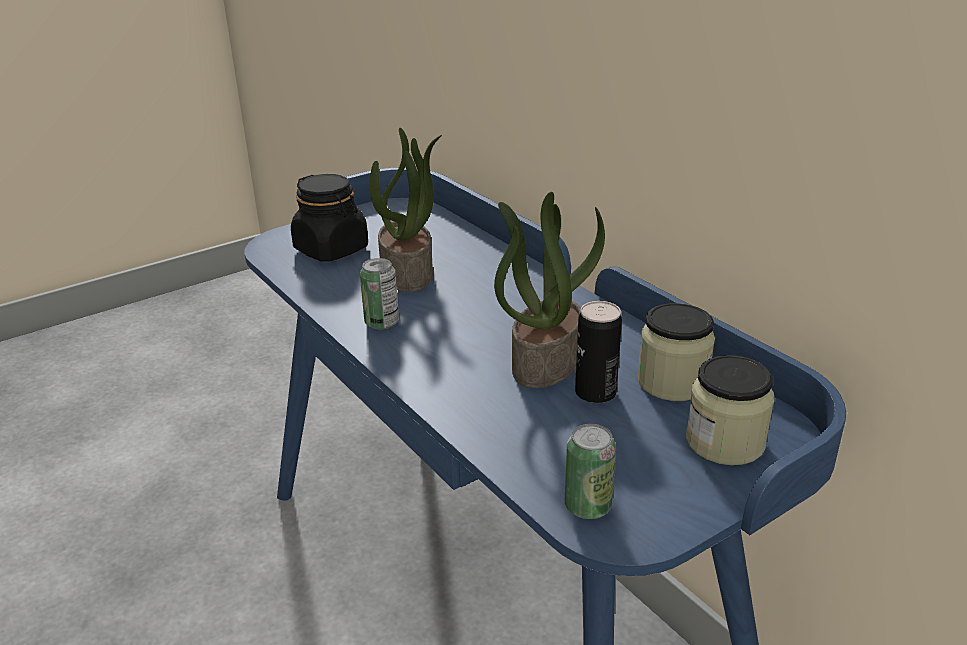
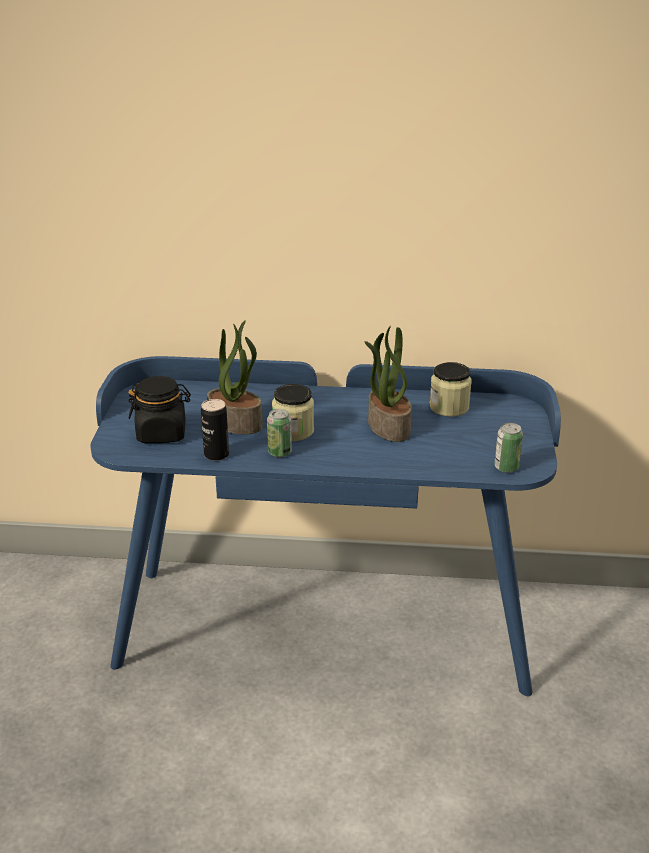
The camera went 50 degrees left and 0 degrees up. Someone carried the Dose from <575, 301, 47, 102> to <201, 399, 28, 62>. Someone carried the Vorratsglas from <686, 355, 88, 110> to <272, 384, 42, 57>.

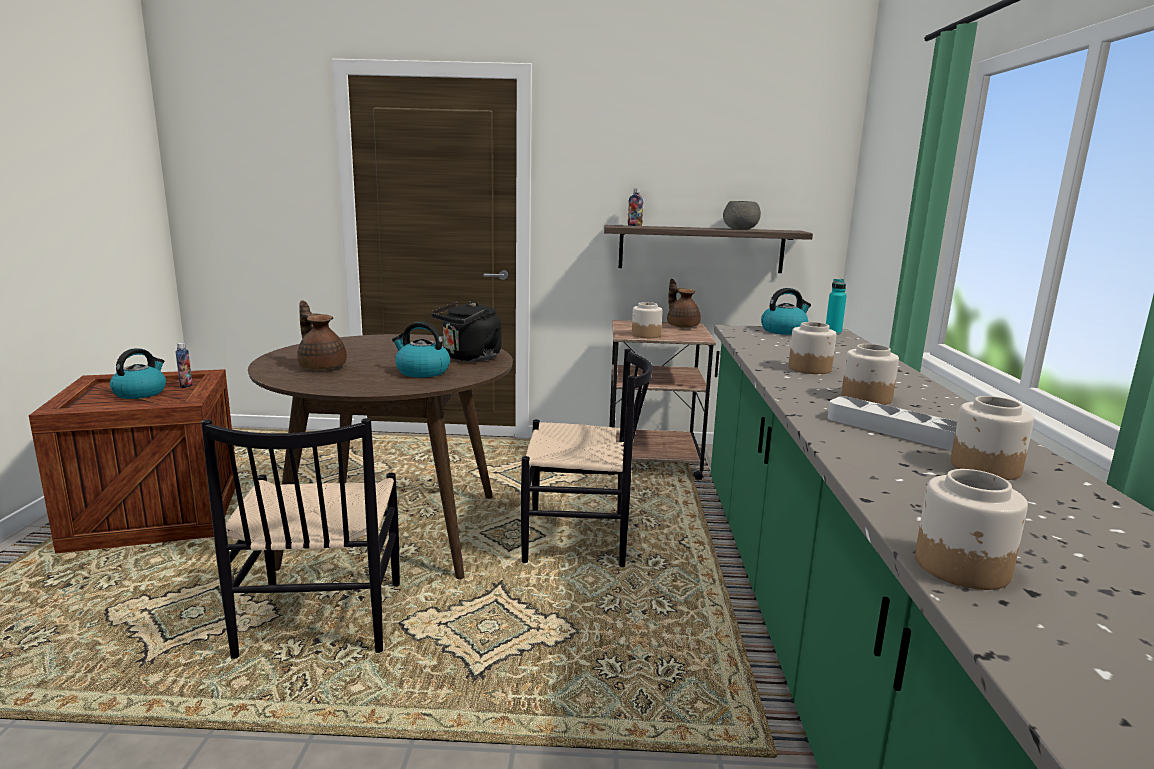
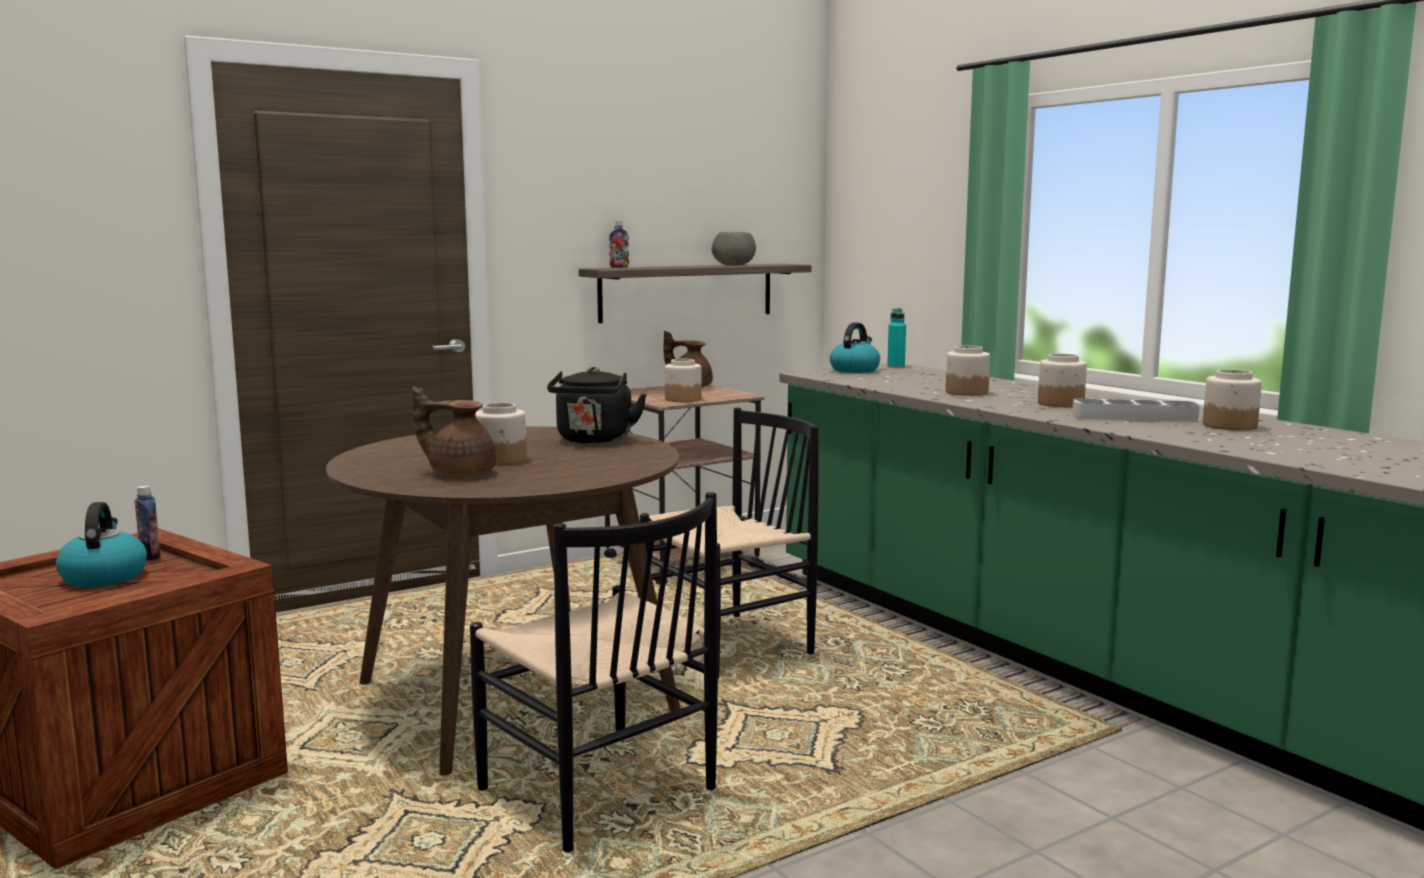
The camera went 35 degrees left and 5 degrees down. Someone took away the Wasserkessel at <392, 321, 58, 57>. Someone carried the Vorratsglas from <915, 469, 113, 121> to <475, 403, 52, 62>.

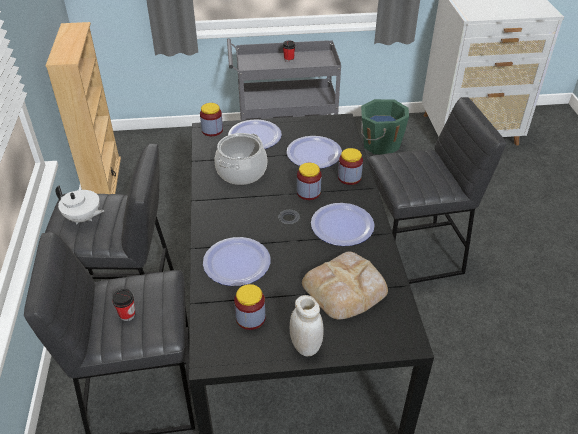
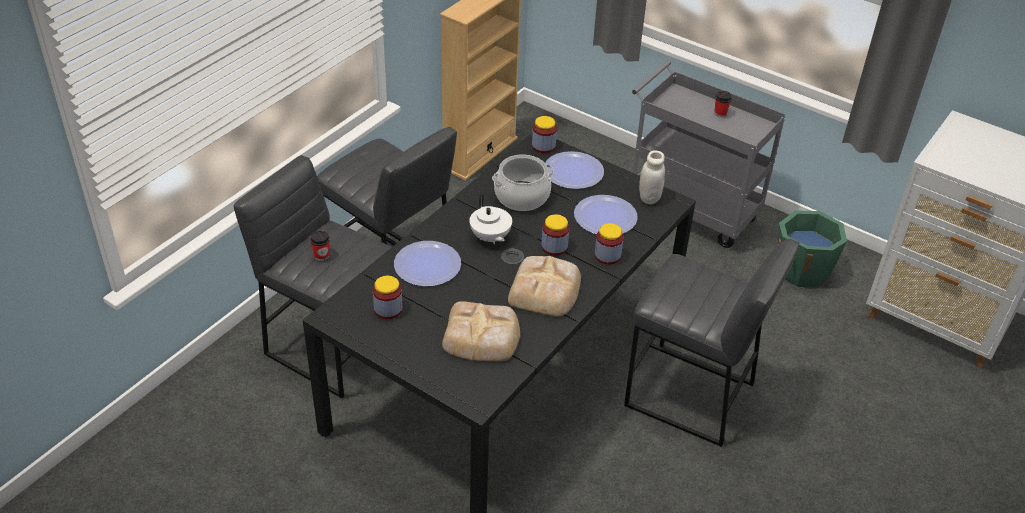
The camera went 40 degrees right and 0 degrees up. Someone carried the Teekanne [weiß] from <55, 185, 49, 39> to <469, 195, 43, 49>. Someone swapped the Teller at <311, 203, 64, 43> for the Brot at <508, 256, 73, 60>. Someone carried the Vorratsglas [weiß] from <290, 295, 34, 61> to <639, 150, 26, 54>.

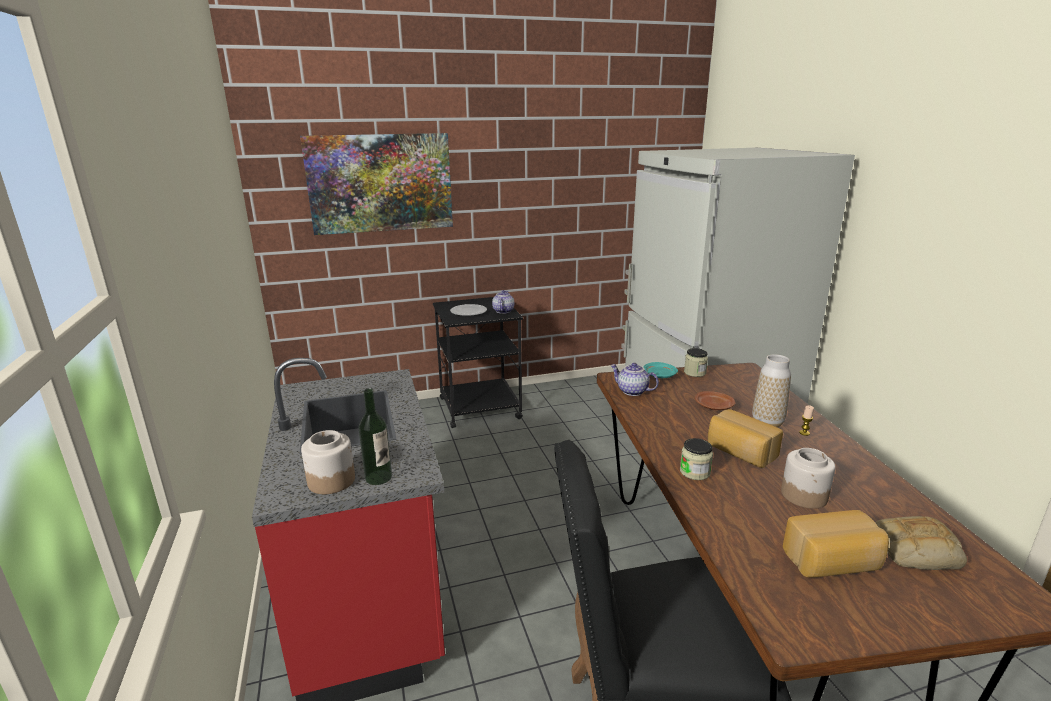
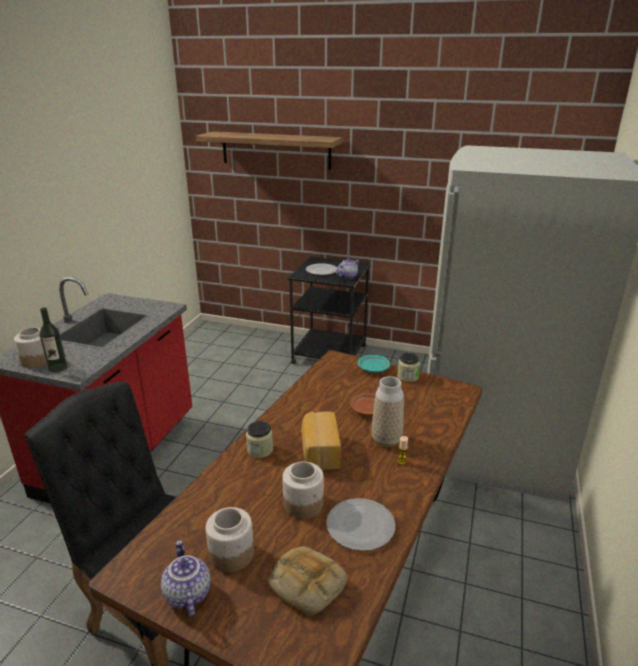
The camera went 35 degrees right and 5 degrees up. Someone swapped the Bild at <300, 133, 153, 102> for the Wandregal at <196, 131, 147, 39>. Someone carried the Teekanne from <610, 363, 49, 33> to <161, 540, 50, 77>. Someone swapped the Brot at <783, 510, 106, 68> for the Vorratsglas at <206, 507, 48, 65>. Someone put down the Teller at <326, 498, 69, 53>.

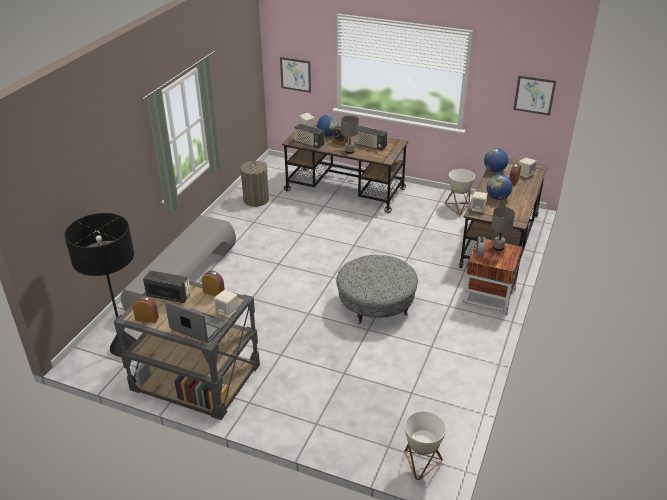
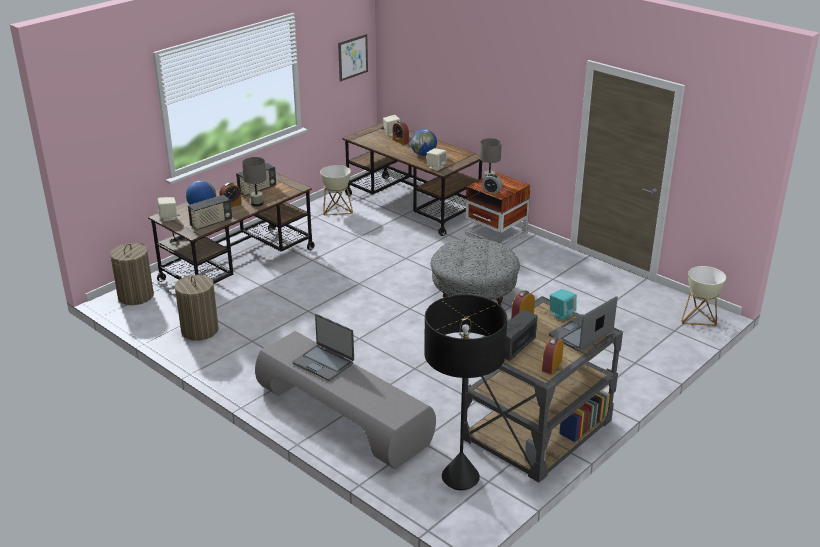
The camera went 70 degrees left and 5 degrees down. Someone took away the Bild at <280, 57, 31, 36>. Someone took away the Globus at <484, 148, 24, 24>. Someone repainted the Lautsprecher [beige] at <214, 290, 24, 28>, which became the Lautsprecher [türkis] at <550, 289, 27, 31>. Someone put down the Wäschekorb at <110, 243, 44, 62>. Someone put down the Laptop at <293, 314, 61, 67>.

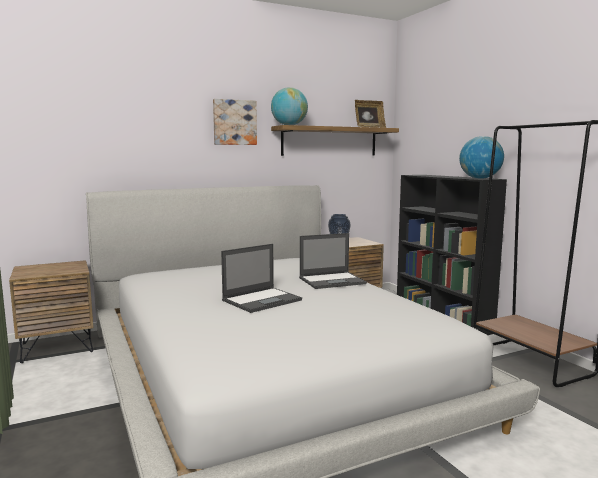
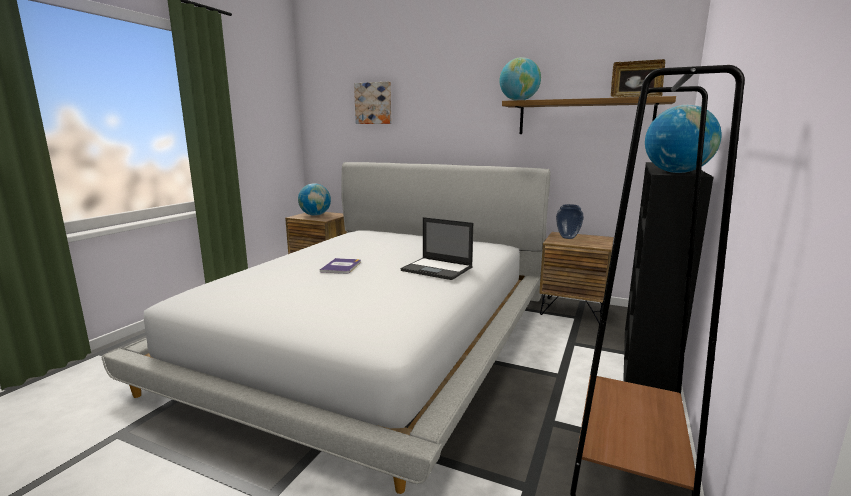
The camera went 50 degrees right and 5 degrees up. Someone carried the Bild from <213, 99, 44, 46> to <354, 82, 37, 42>. Someone swapped the Laptop at <221, 244, 81, 69> for the Buch at <320, 258, 41, 16>. Someone put down the Globus at <298, 183, 33, 33>.

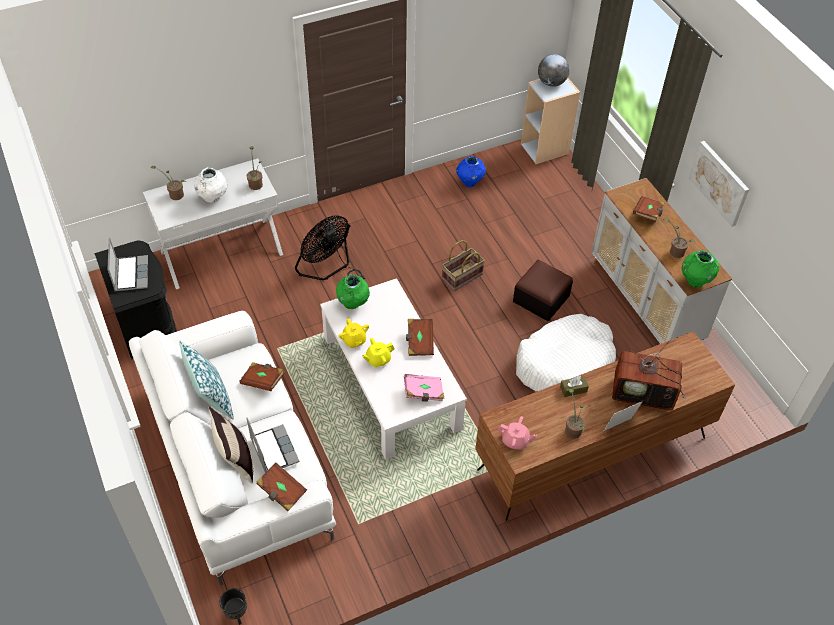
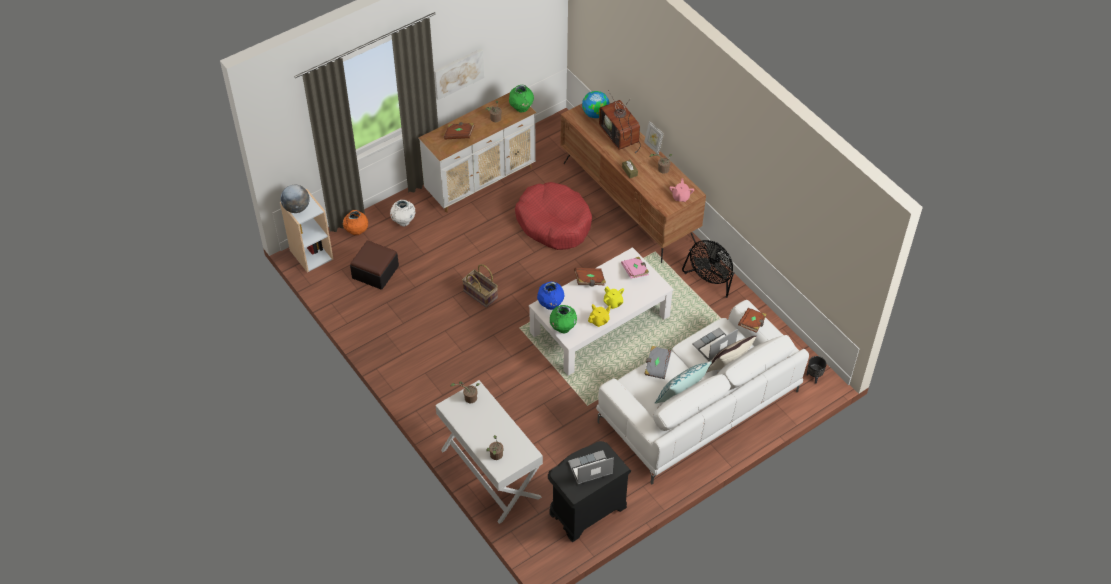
The camera went 100 degrees left and 0 degrees up. Someone carried the Vase [blau] from <456, 156, 30, 31> to <537, 282, 28, 28>. Someone carried the Vase [weiß] from <194, 167, 33, 36> to <390, 200, 25, 26>. Someone carried the Ventilator [schwarz] from <295, 215, 70, 65> to <682, 240, 53, 58>. Someone carried the Polsterhocker from <513, 260, 60, 61> to <350, 240, 49, 50>. Someone repainted the Hundebett [weiß] at <516, 314, 100, 78>, which became the Hundebett [rot] at <515, 182, 77, 68>. Someone rotated the Fernseher at <612, 340, 74, 70> by 150 degrees clockwise. Someone repainted the Buch [braun] at <239, 362, 46, 29>, which became the Buch [grau] at <645, 346, 27, 33>. Someone put down the Globus at <582, 91, 28, 27>. Someone put down the Vase [orange] at <343, 210, 25, 26>.

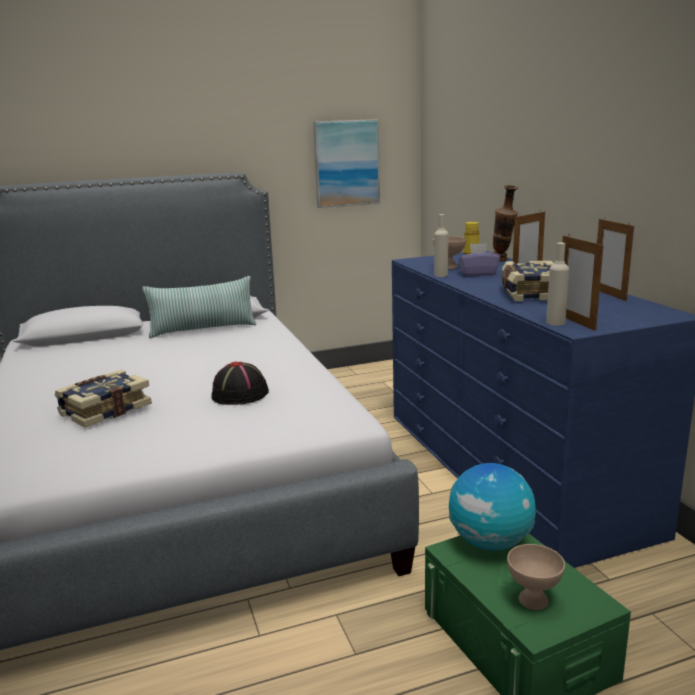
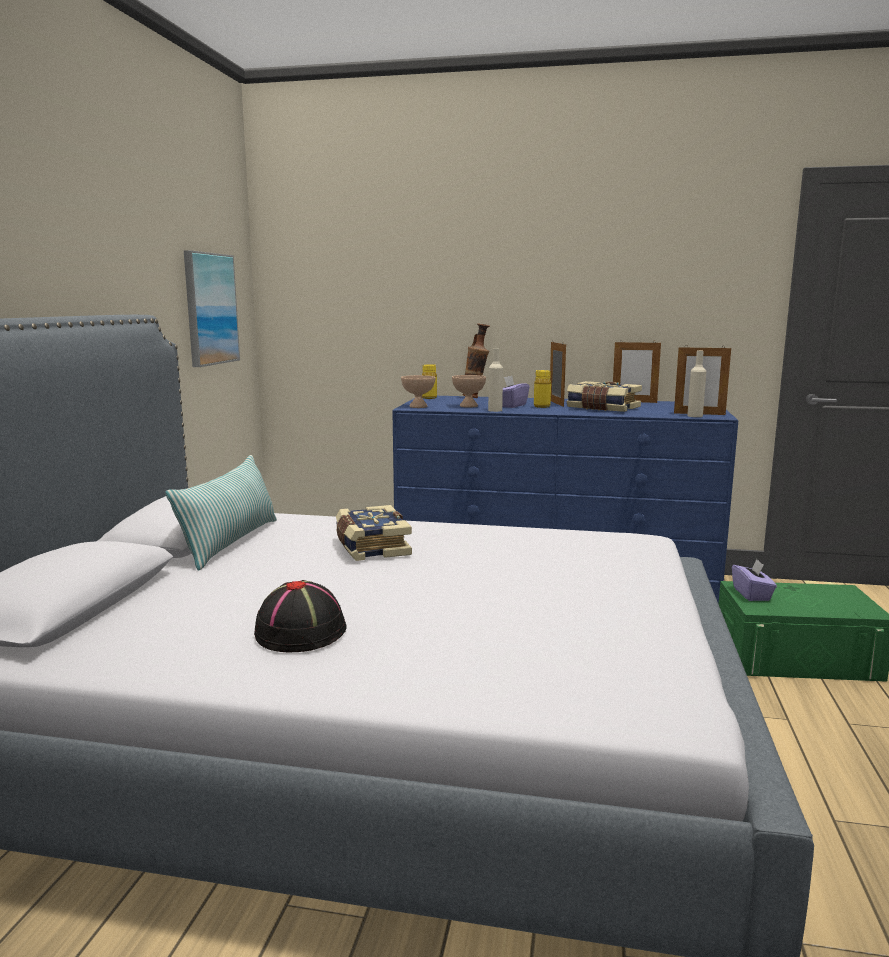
The camera went 60 degrees left and 5 degrees down. Someone carried the Hut [schwarz] from <211, 362, 58, 43> to <254, 580, 92, 73>. Someone carried the Buch from <55, 370, 97, 58> to <336, 505, 76, 56>. Someone swapped the Globus at <449, 463, 87, 88> for the Taschentuchbox [lila] at <732, 559, 45, 42>. Someone carried the Schüssel [beige] from <507, 544, 58, 66> to <401, 375, 34, 33>. Someone put down the Flasche [gelb] at <534, 370, 17, 38>.

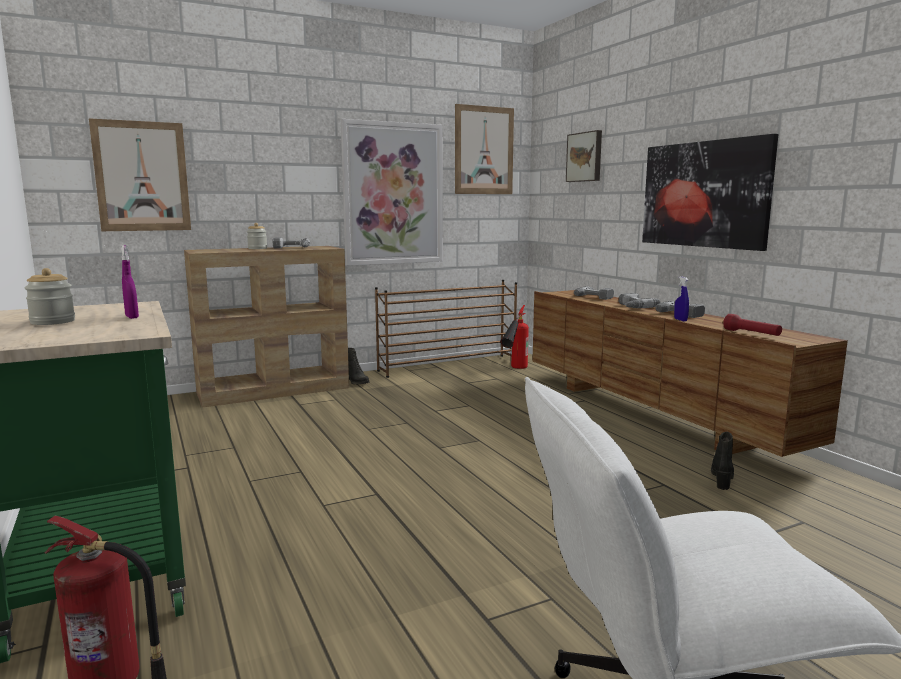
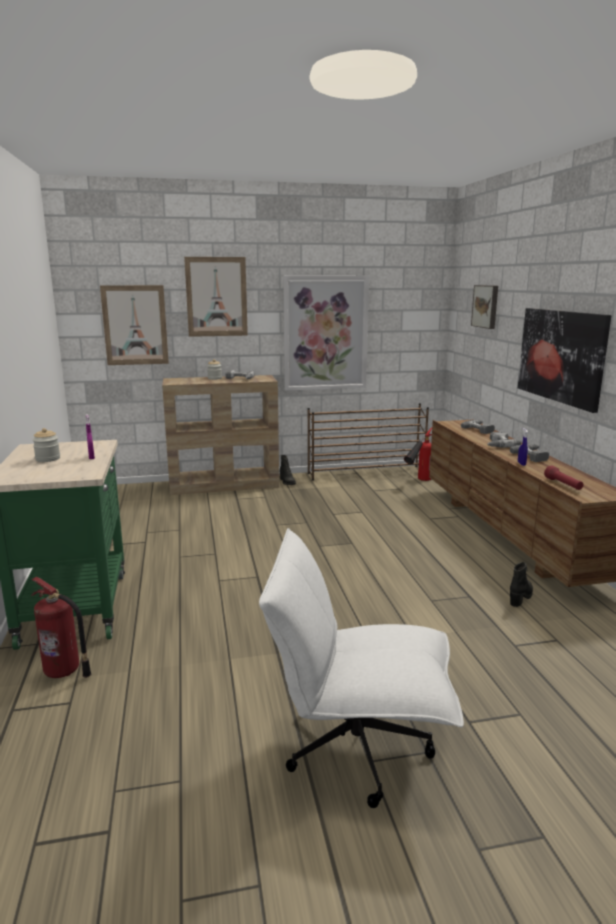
The camera went 15 degrees right and 5 degrees up. Someone carried the Bild from <455, 104, 59, 90> to <184, 257, 64, 80>.

